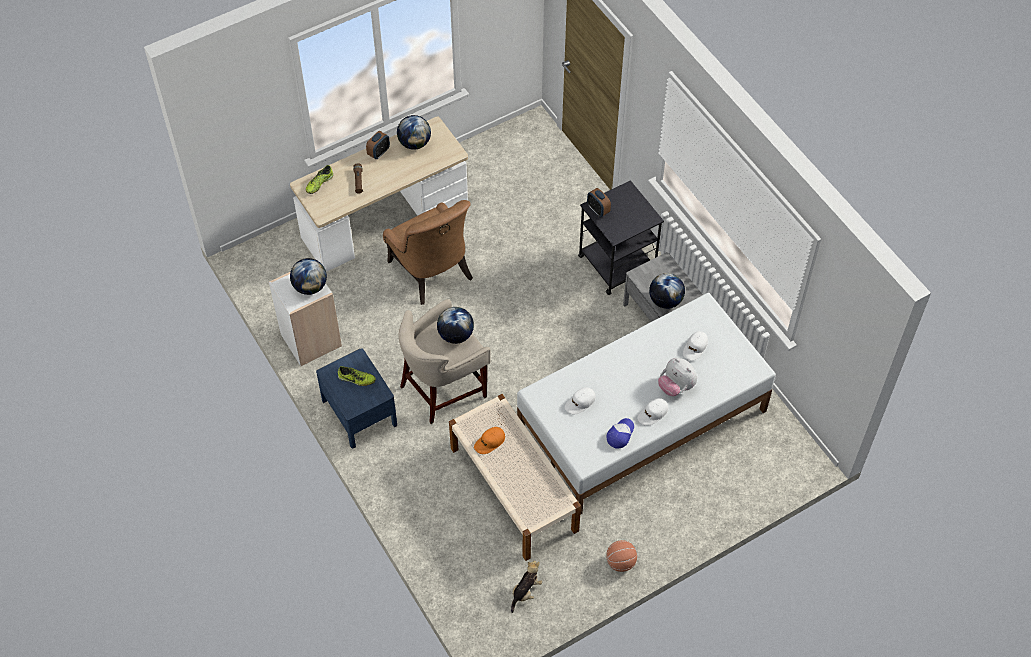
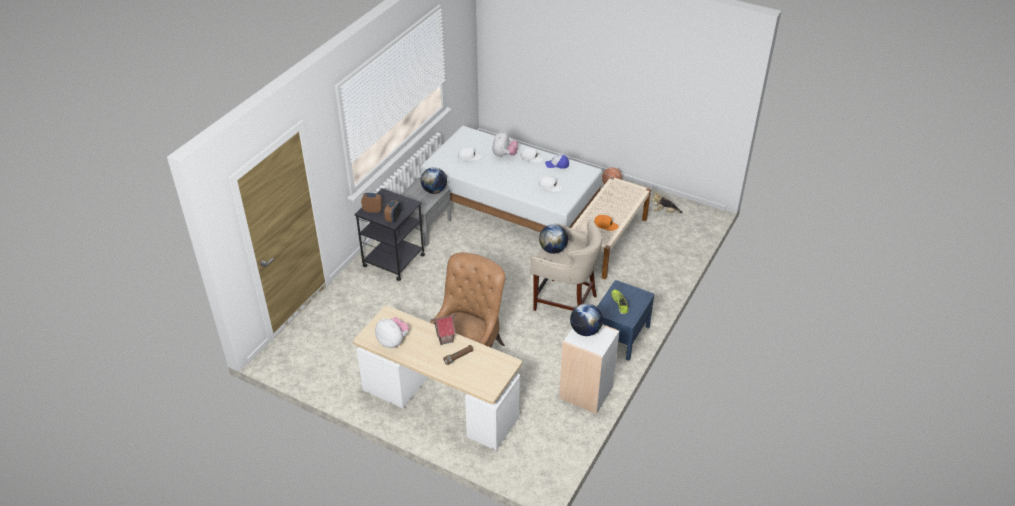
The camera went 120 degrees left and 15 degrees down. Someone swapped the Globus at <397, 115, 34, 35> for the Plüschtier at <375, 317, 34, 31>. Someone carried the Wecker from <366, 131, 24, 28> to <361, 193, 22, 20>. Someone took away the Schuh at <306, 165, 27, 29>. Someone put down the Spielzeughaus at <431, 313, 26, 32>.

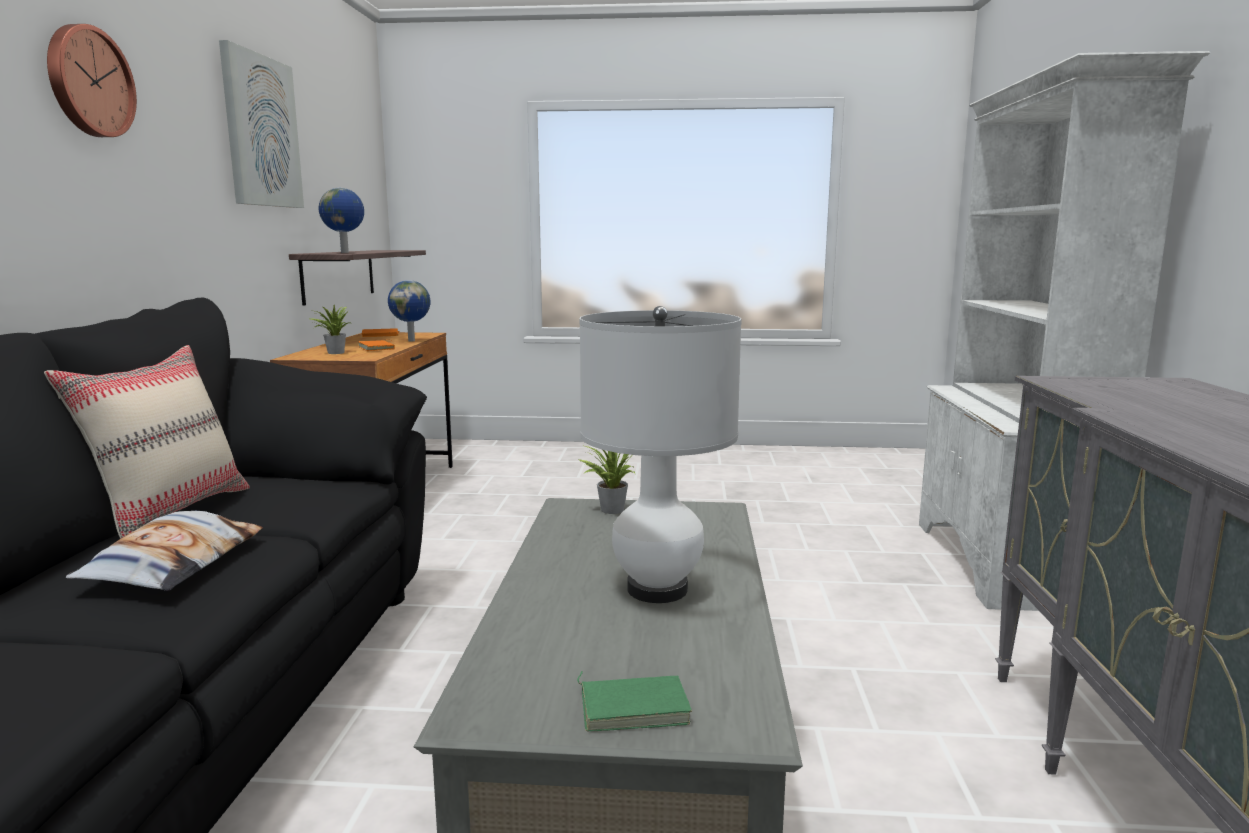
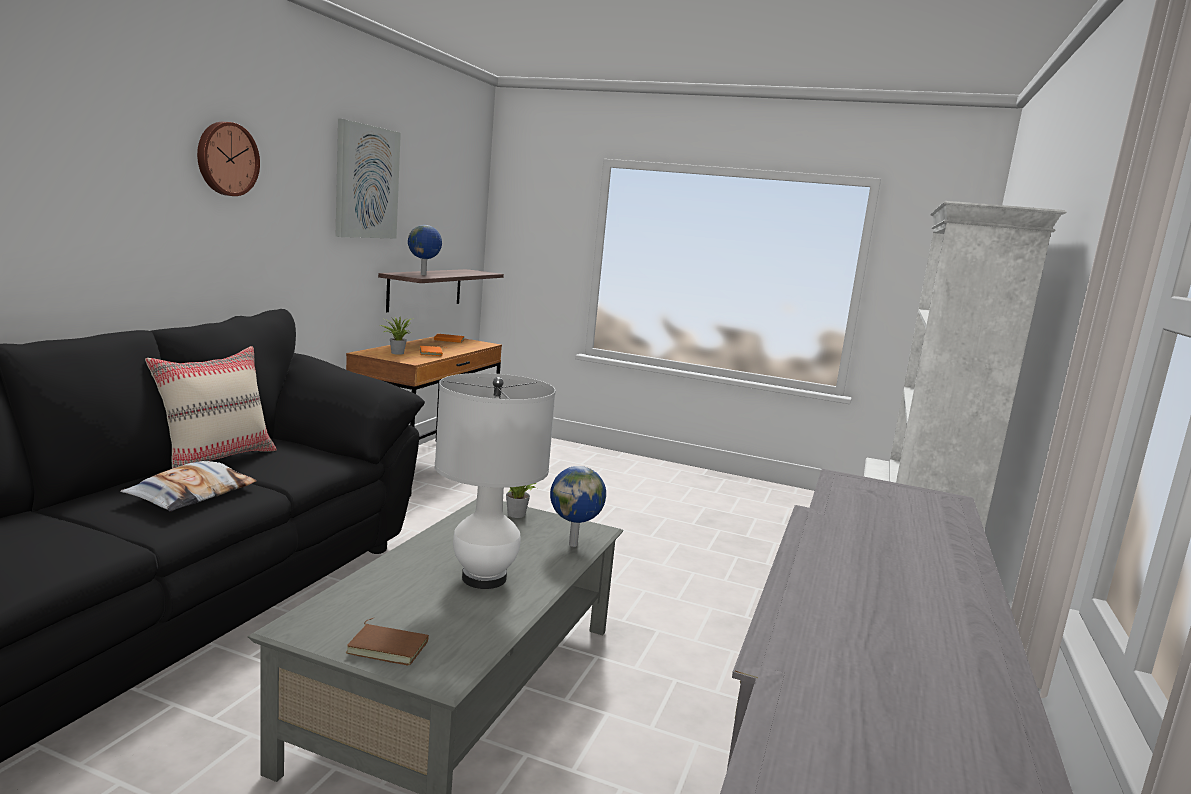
The camera went 15 degrees right and 0 degrees up. Someone carried the Globus from <388, 280, 43, 61> to <550, 466, 56, 81>. Someone repainted the Buch [grün] at <577, 671, 115, 60>, which became the Buch [braun] at <345, 618, 84, 48>.

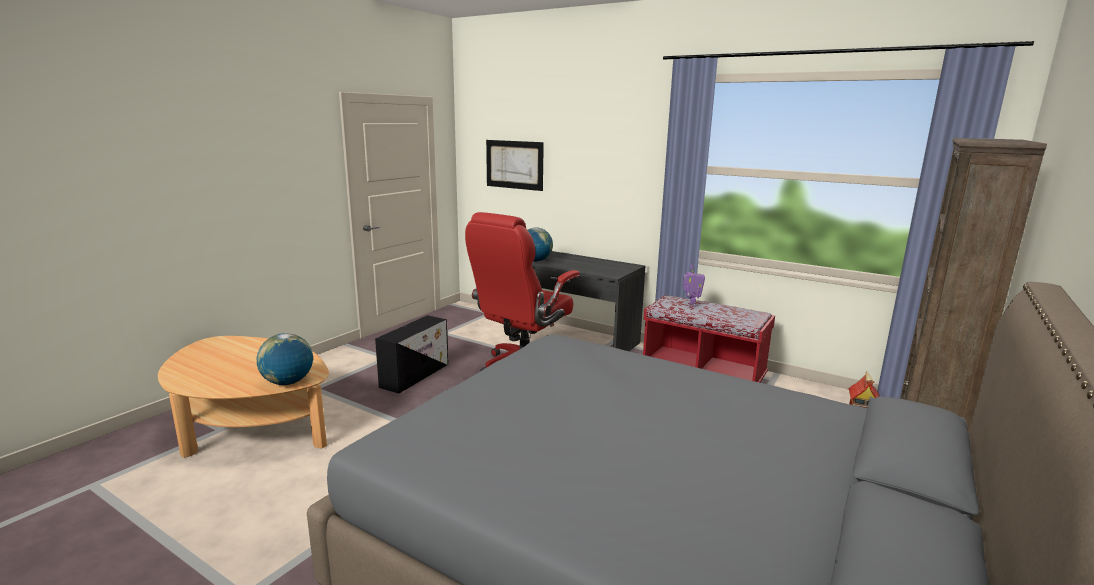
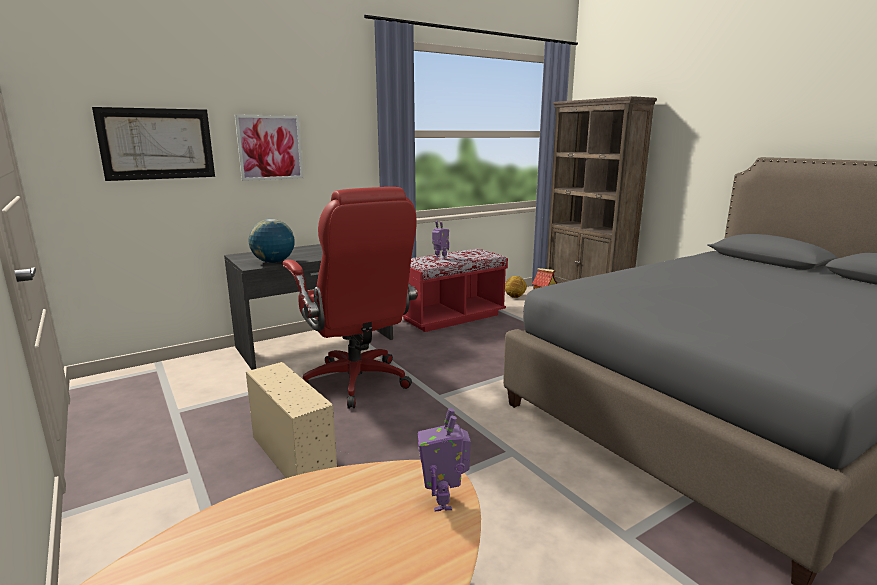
The camera went 65 degrees left and 0 degrees up. Someone repainted the Aufbewahrungsbox [schwarz] at <375, 315, 73, 78>, which became the Aufbewahrungsbox [beige] at <246, 362, 91, 116>. Someone swapped the Globus at <257, 333, 56, 52> for the Spielzeugroboter at <417, 408, 54, 104>. Someone put up the Bild at <234, 115, 69, 66>. Someone put down the Fußball at <505, 276, 22, 22>.

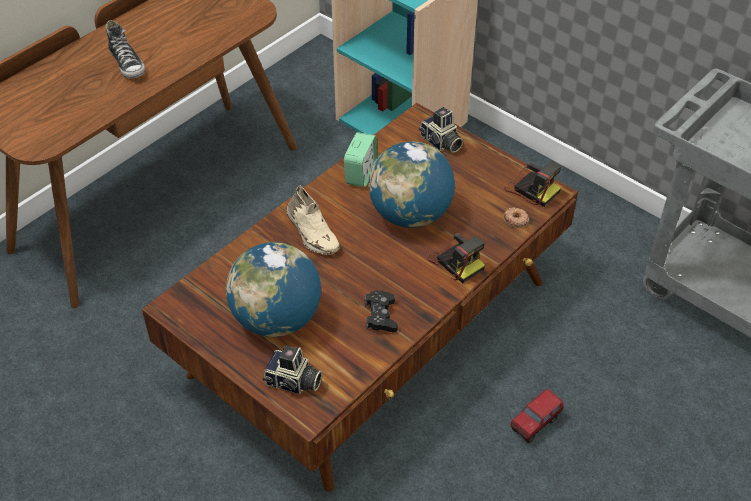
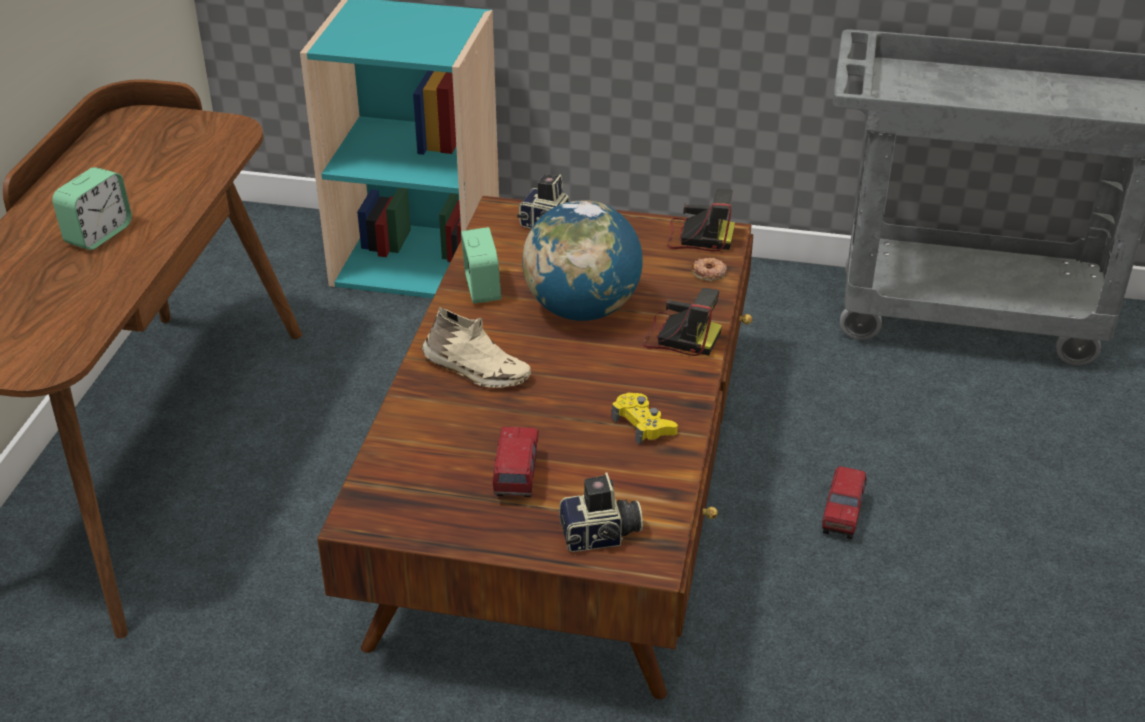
The camera went 30 degrees left and 10 degrees down. Someone swapped the Schuh at <106, 20, 39, 59> for the Wecker at <52, 167, 80, 83>. Someone swapped the Globus at <226, 242, 95, 95> for the Spielzeuglaster at <492, 427, 47, 70>. Someone repainted the Gamepad [schwarz] at <365, 290, 33, 42>, which became the Gamepad [gelb] at <611, 393, 67, 52>.

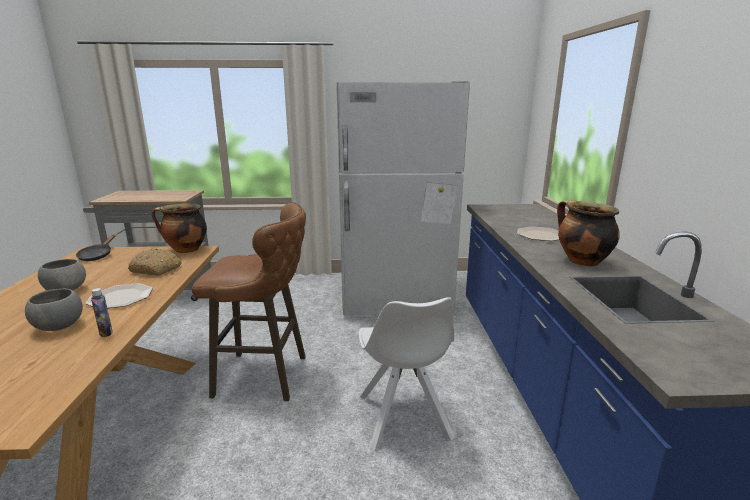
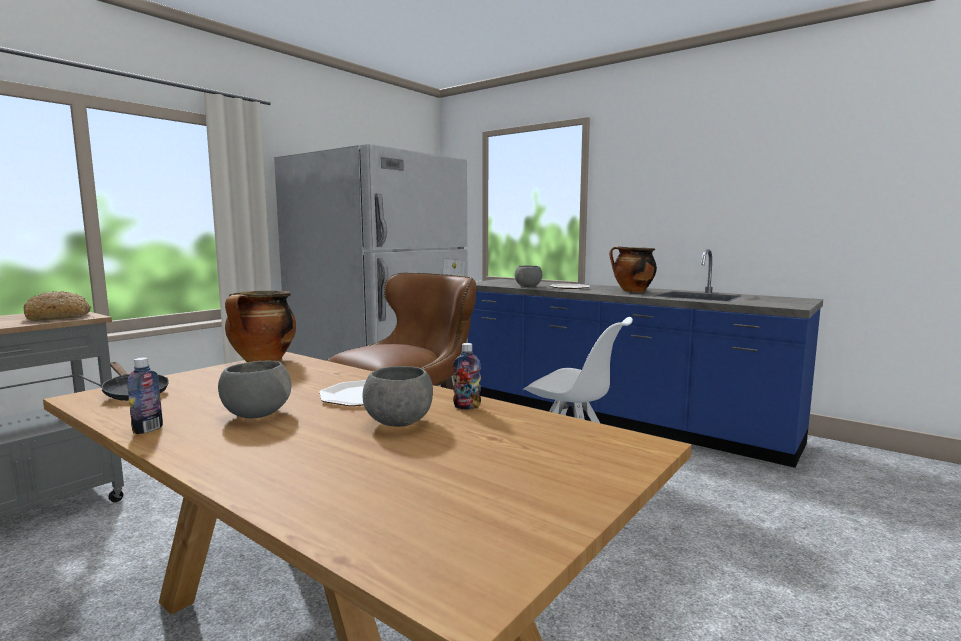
The camera went 50 degrees left and 10 degrees down. Someone carried the Brot from <128, 249, 54, 27> to <23, 291, 68, 30>. Someone put down the Schüssel [grau] at <515, 265, 27, 22>. Someone put down the Flasche at <127, 357, 36, 77>.

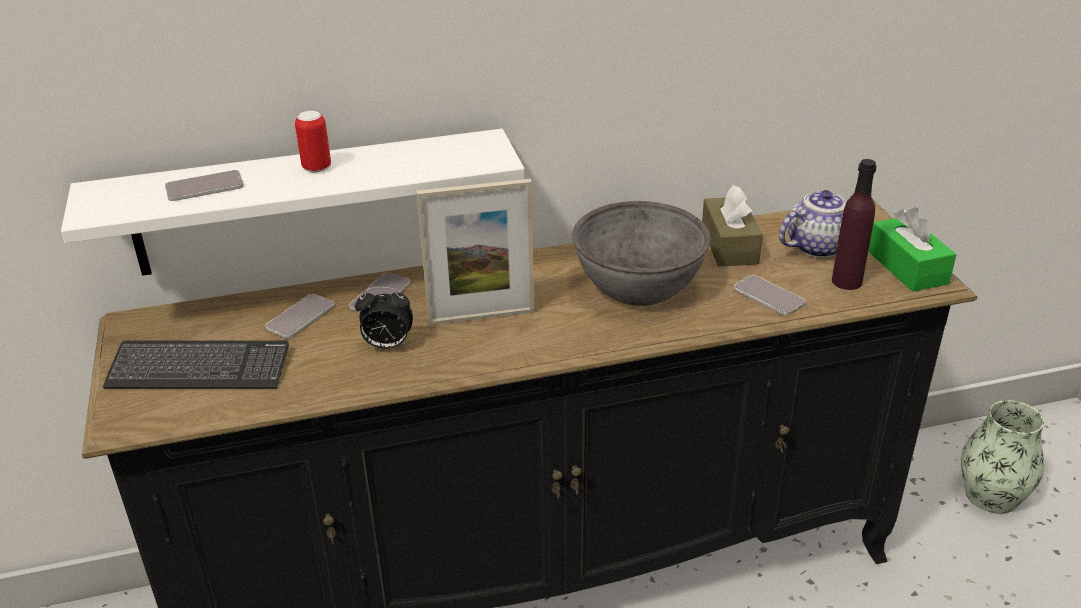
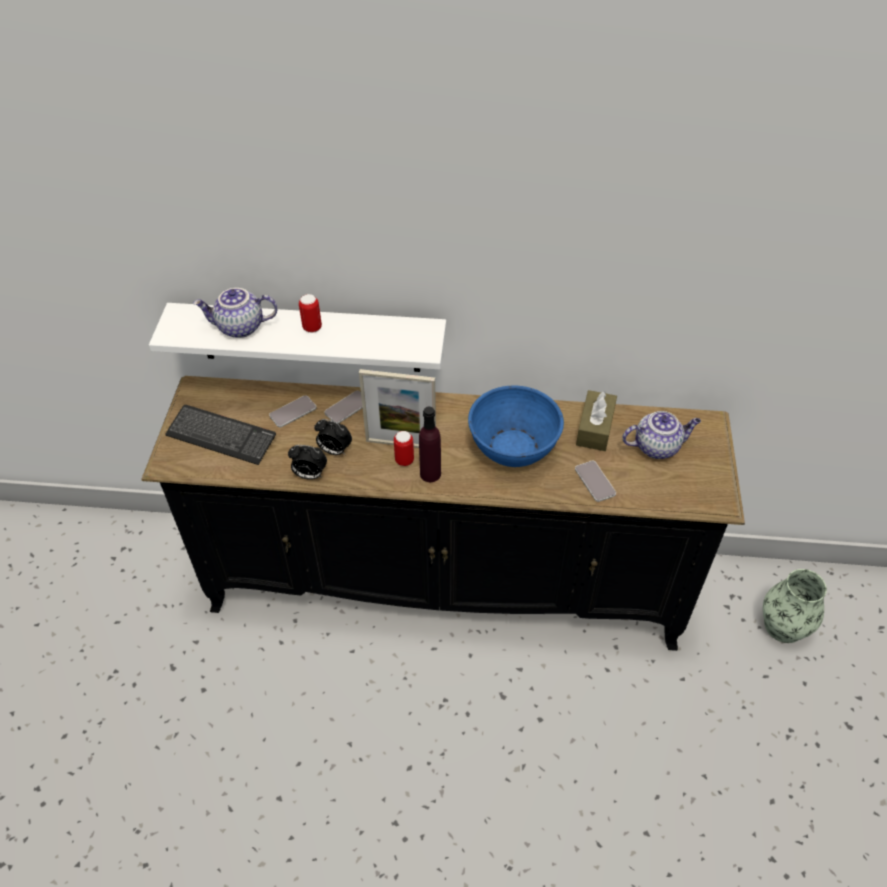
The camera went 20 degrees right and 15 degrees up. Someone carried the Flasche [lila] from <832, 159, 44, 131> to <419, 407, 22, 75>. Someone swapped the Handy at <165, 170, 79, 31> for the Teekanne at <193, 288, 84, 50>. Someone repainted the Schüssel [grau] at <572, 201, 139, 105>, which became the Schüssel [blau] at <468, 386, 96, 81>. Someone took away the Taschentuchbox [grün] at <868, 207, 89, 85>. Someone put down the Dose at <394, 431, 20, 35>. Someone put down the Wecker at <288, 445, 39, 35>.

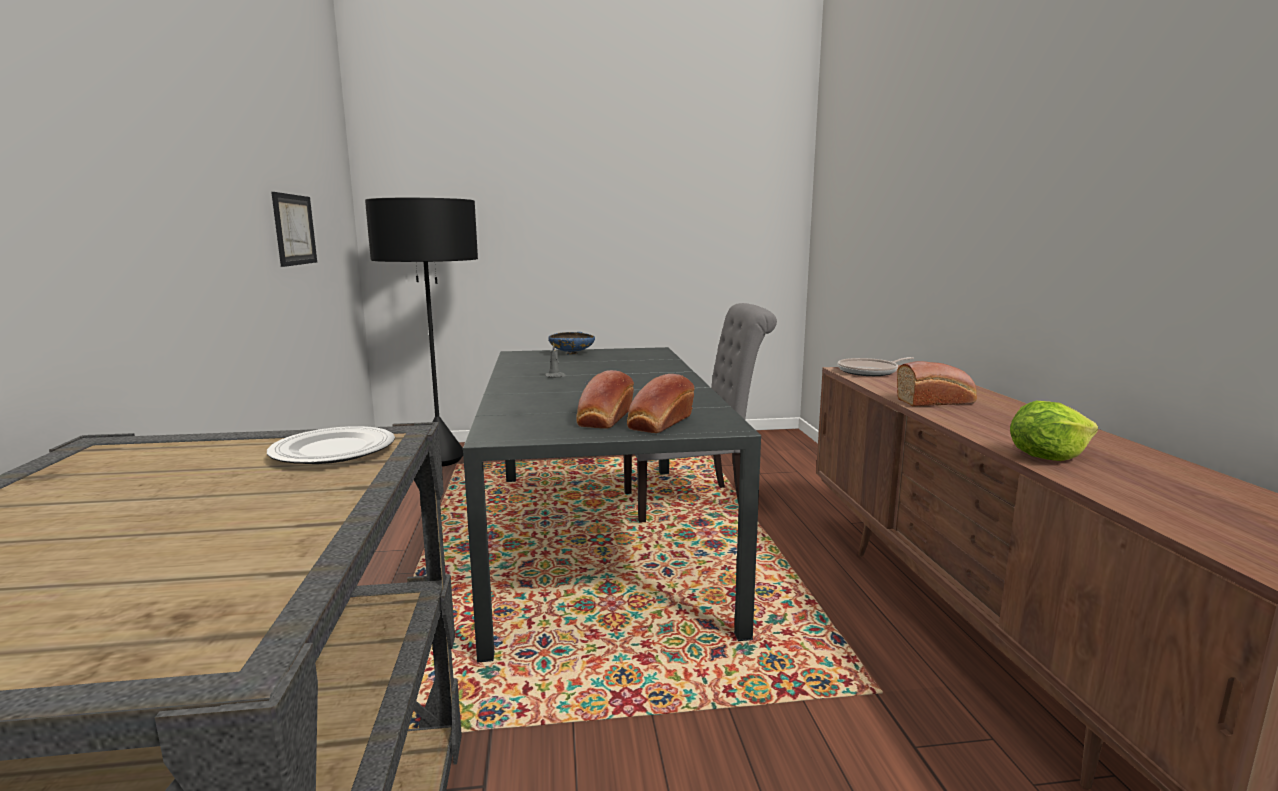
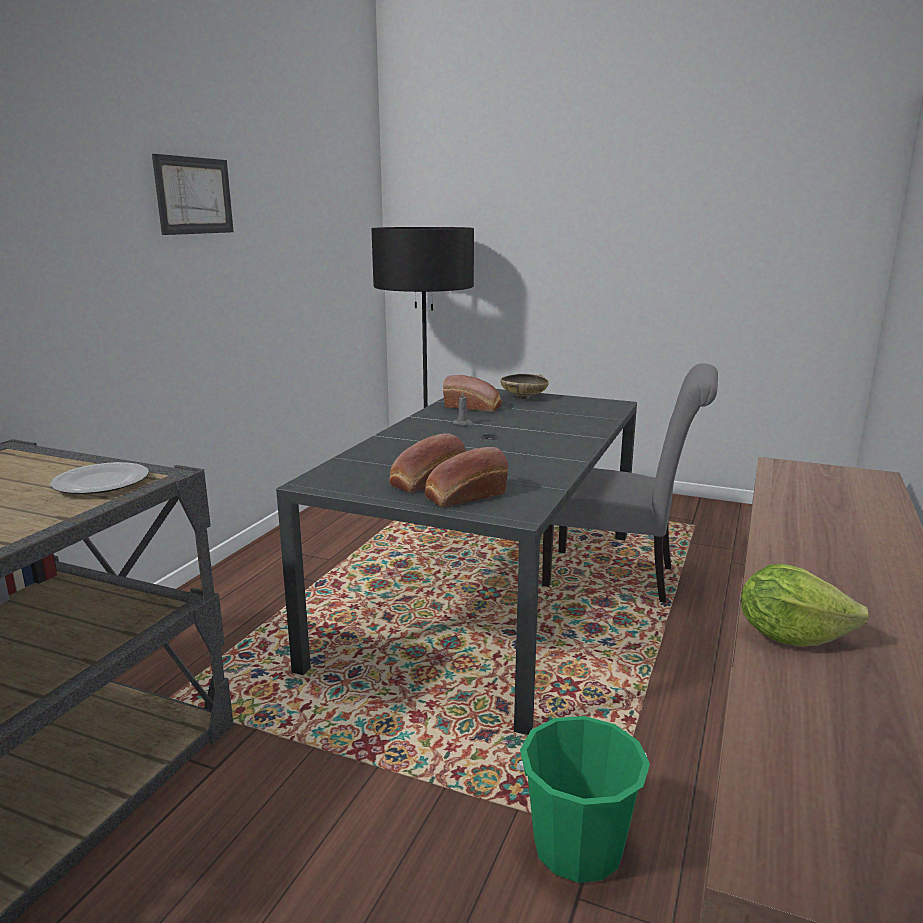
The camera went 30 degrees right and 5 degrees up. Someone carried the Bild from <271, 192, 46, 75> to <152, 154, 82, 81>. Someone repainted the Schüssel [blau] at <548, 332, 47, 23>, which became the Schüssel [beige] at <500, 374, 49, 25>. Someone took away the Pfanne at <838, 357, 76, 19>. Someone carried the Brot from <897, 361, 80, 45> to <443, 375, 59, 37>. Someone put down the Eimer [grün] at <517, 716, 133, 167>.

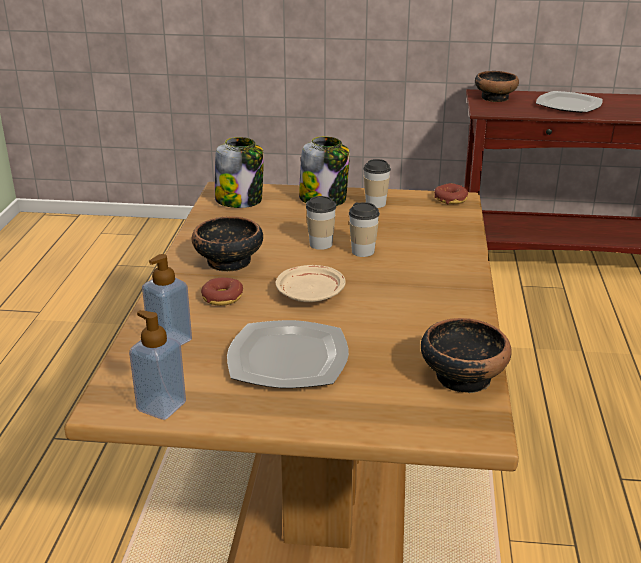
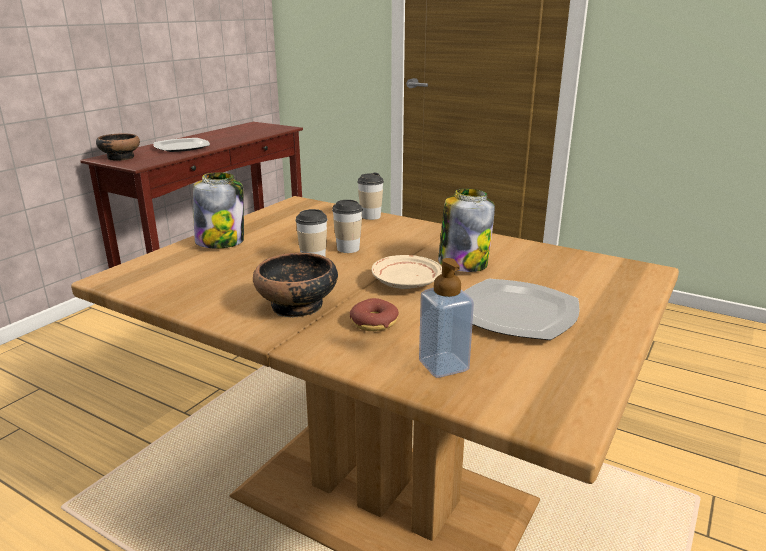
The camera went 65 degrees left and 5 degrees down. Someone carried the Vorratsglas from <215, 137, 49, 71> to <438, 188, 57, 84>. Someone carried the Tasse from <363, 159, 28, 49> to <357, 173, 27, 47>. Someone took away the Donut at <434, 183, 34, 21>. Someone took away the Seifenspender at <129, 310, 57, 110>. Someone took away the Schüssel at <421, 318, 90, 75>.

